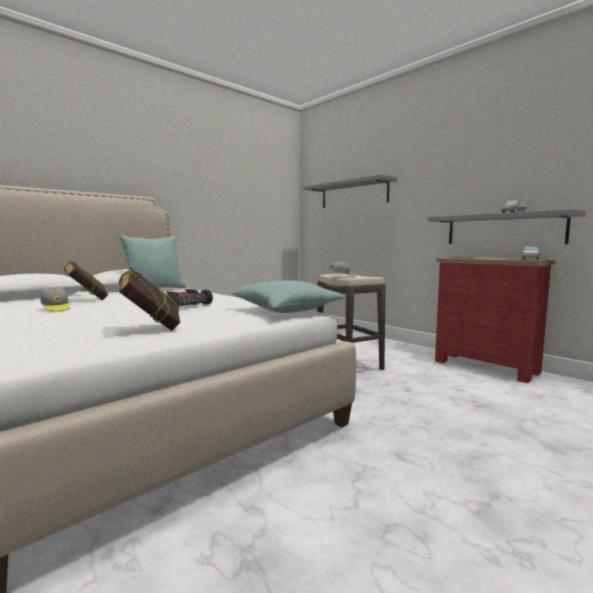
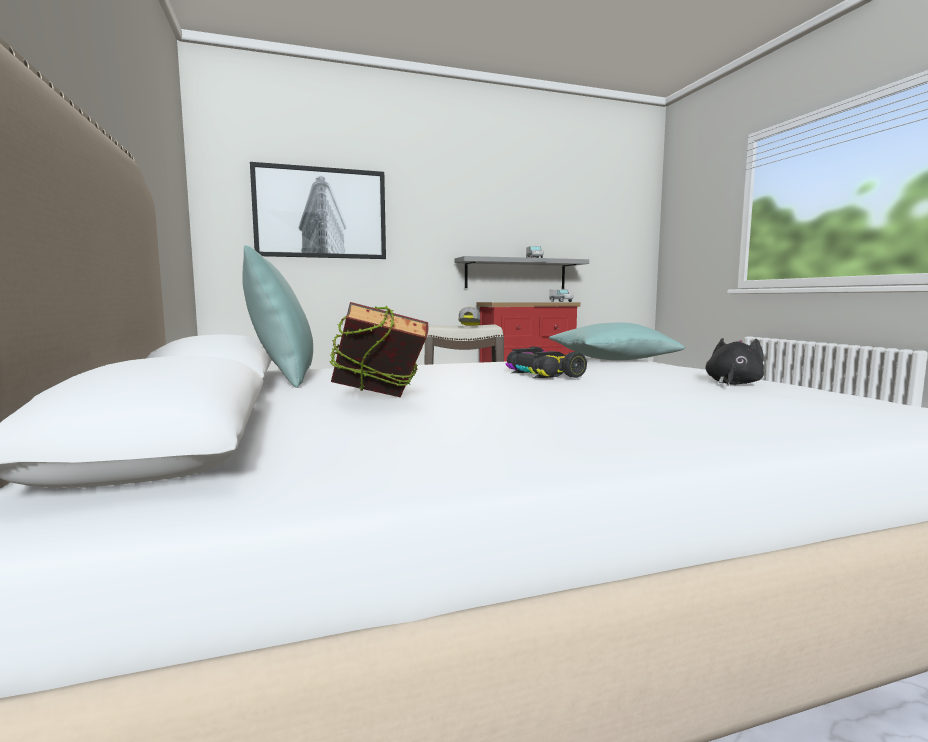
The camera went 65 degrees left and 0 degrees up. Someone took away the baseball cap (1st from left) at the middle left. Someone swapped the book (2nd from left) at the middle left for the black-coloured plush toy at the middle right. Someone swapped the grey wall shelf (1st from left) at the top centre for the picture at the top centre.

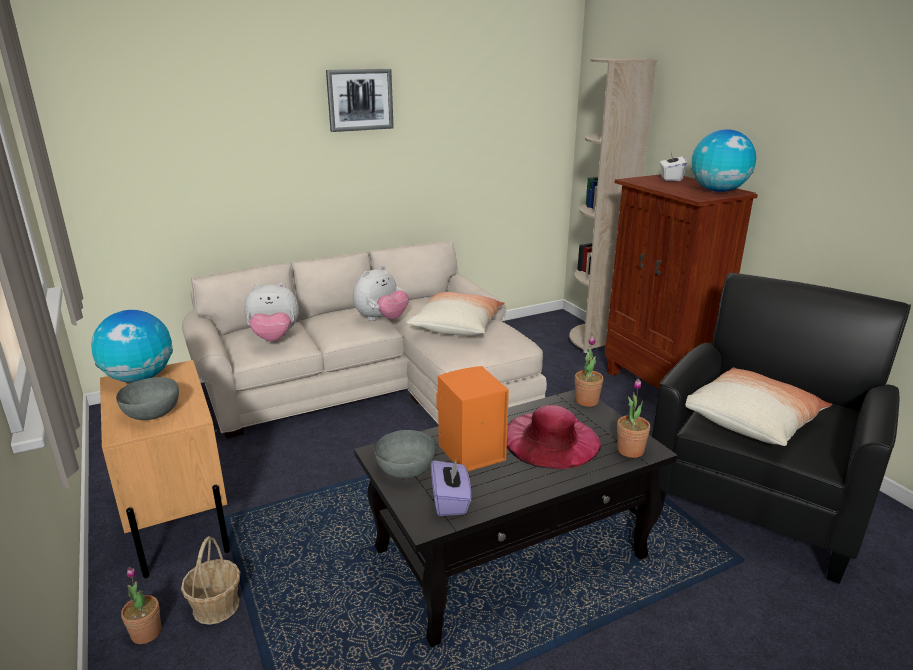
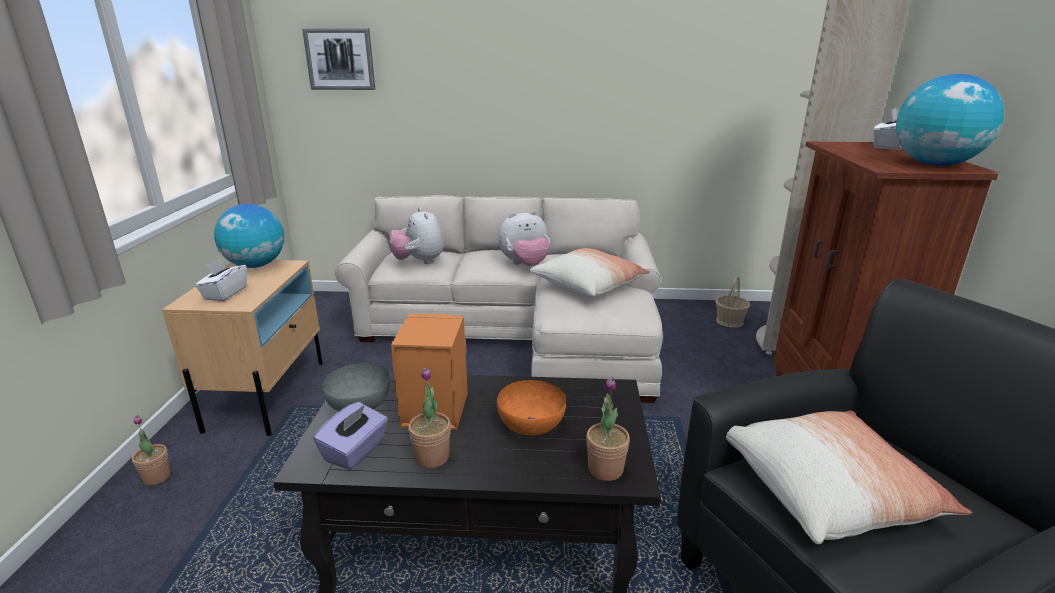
The camera went 30 degrees right and 0 degrees up. Someone swapped the grey serving bowl (1st from left) at the middle left for the whitish tissue box (1st from left) at the middle left. Someone carried the basket from the bottom left to the middle right. Someone rotated the plush toy (1st from left) at the middle left by 45 degrees clockwise. Someone carried the picture from the top centre to the top left. Someone swapped the pink-coloured wearable hat at the centre for the orangey serving bowl at the bottom centre. Someone carried the plant in a pot (2nd from left) from the centre to the bottom centre.

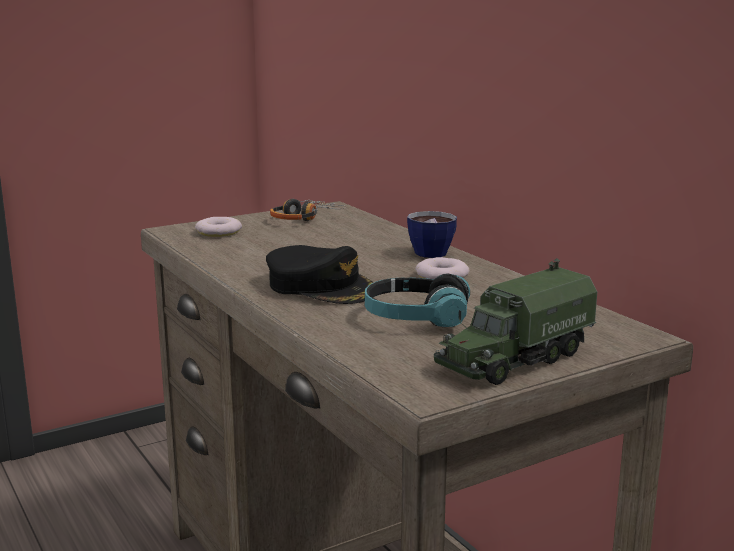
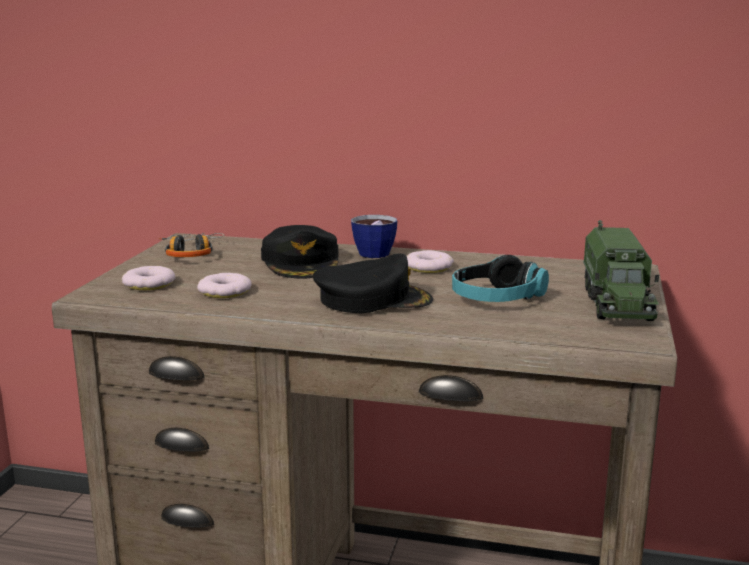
The camera went 45 degrees left and 0 degrees up. Someone put down the donut (2nd from left) at the middle left. Someone put down the black-coloured baseball cap (1st from left) at the centre.

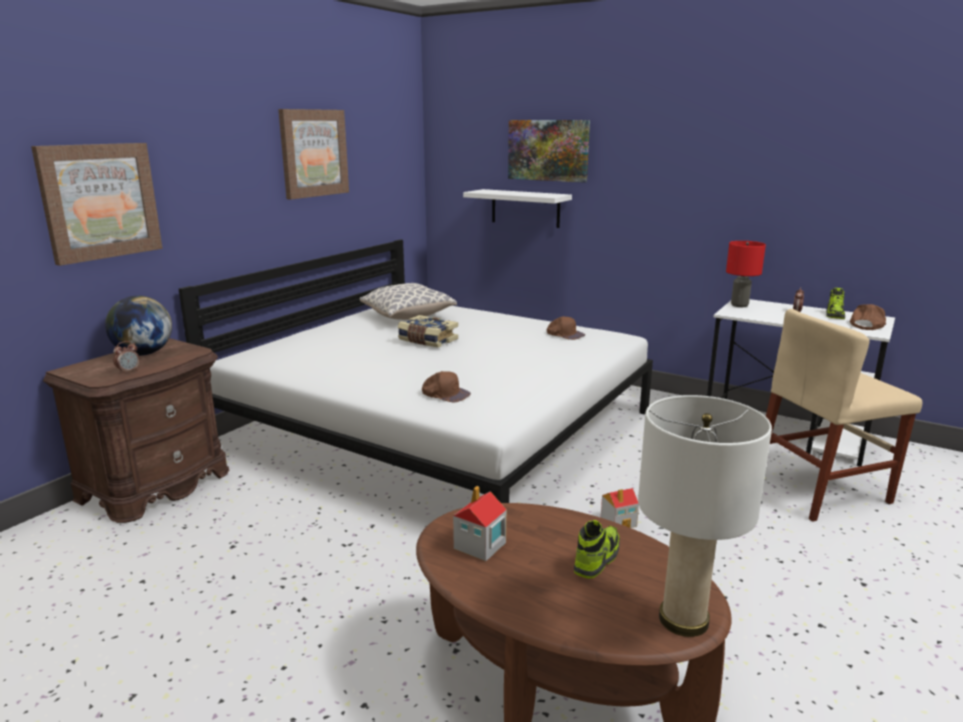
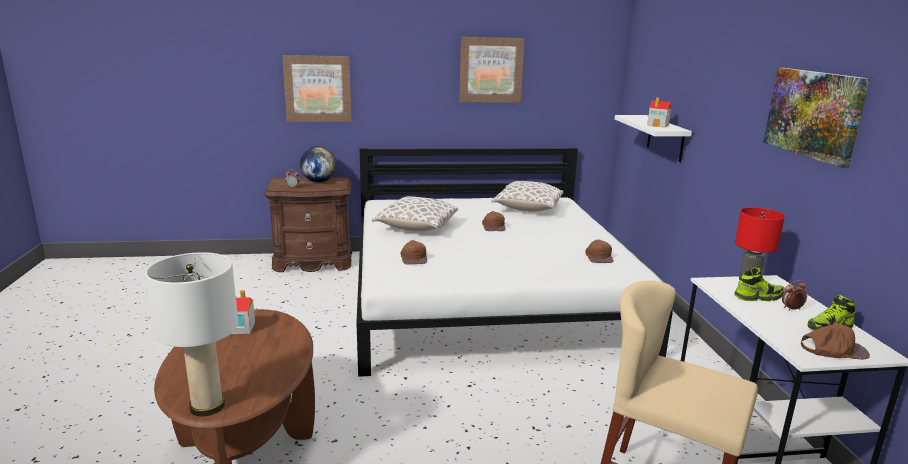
The camera went 50 degrees right and 0 degrees up. Someone swapped the book at the centre for the brown baseball cap (2nd from left) at the centre. Someone carried the picture (3rd from left) from the top centre to the top right. Someone carried the item of footwear (1st from left) from the bottom centre to the middle right. Someone carried the model house (2nd from left) from the bottom centre to the top right. Someone put down the cushion (1st from left) at the centre.

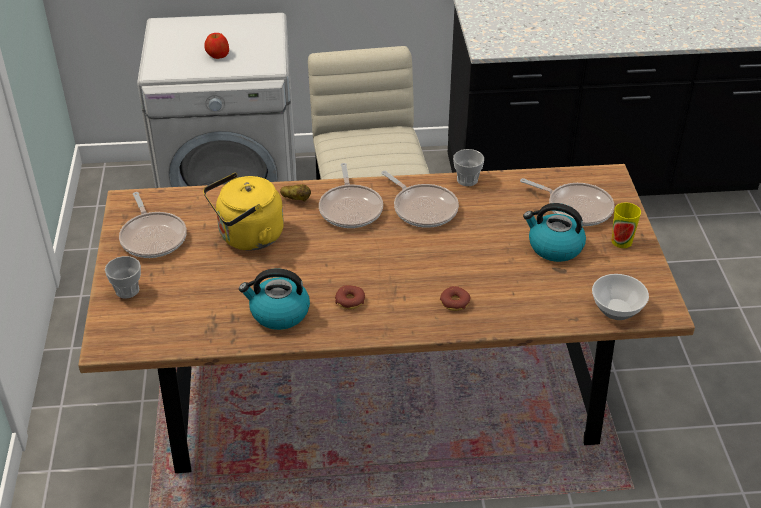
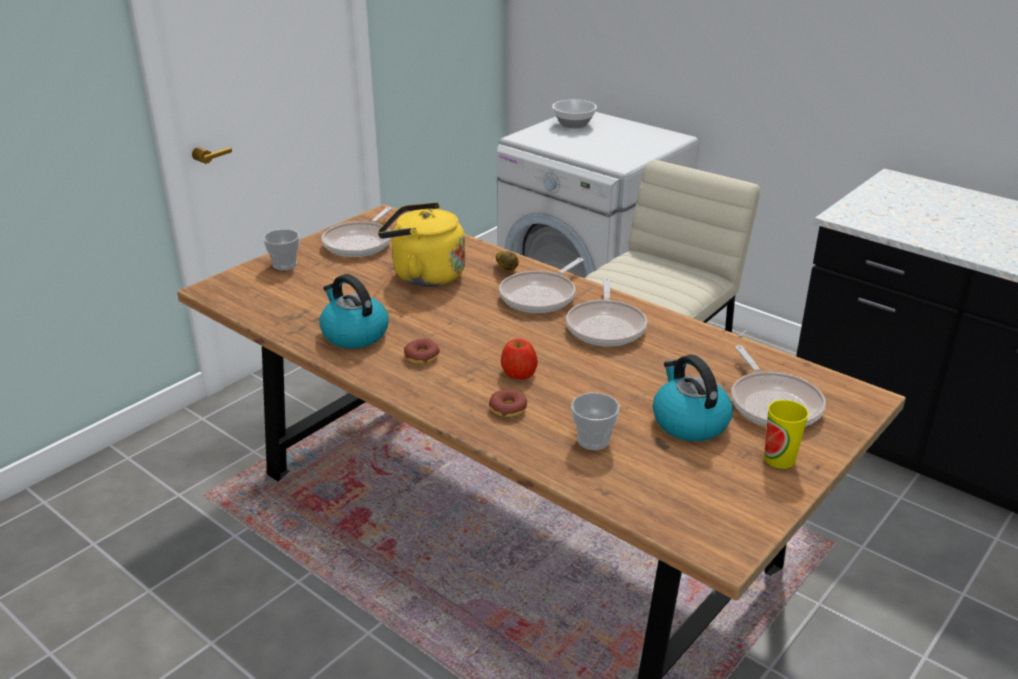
The camera went 45 degrees right and 10 degrees down. Someone carried the apple from the top left to the centre. Someone carried the drinking cup (2nd from left) from the top centre to the centre. Someone carried the serving bowl from the middle right to the top centre.

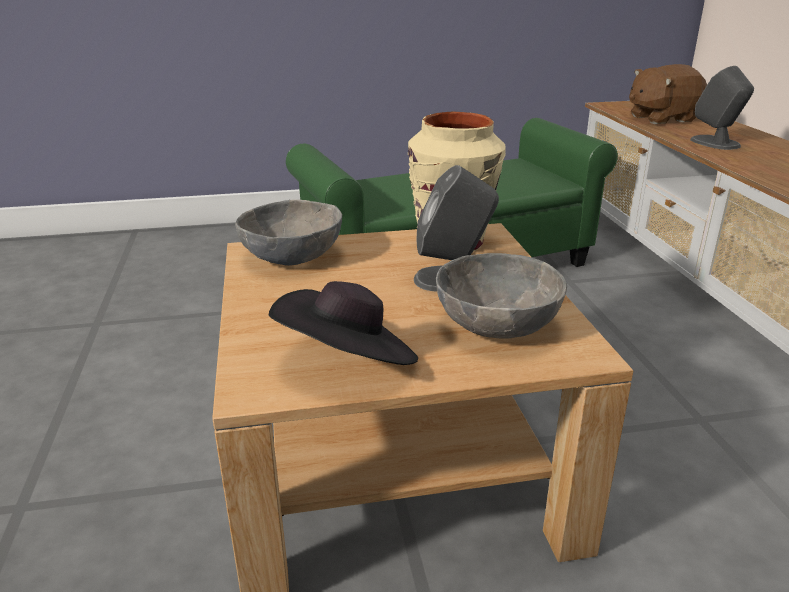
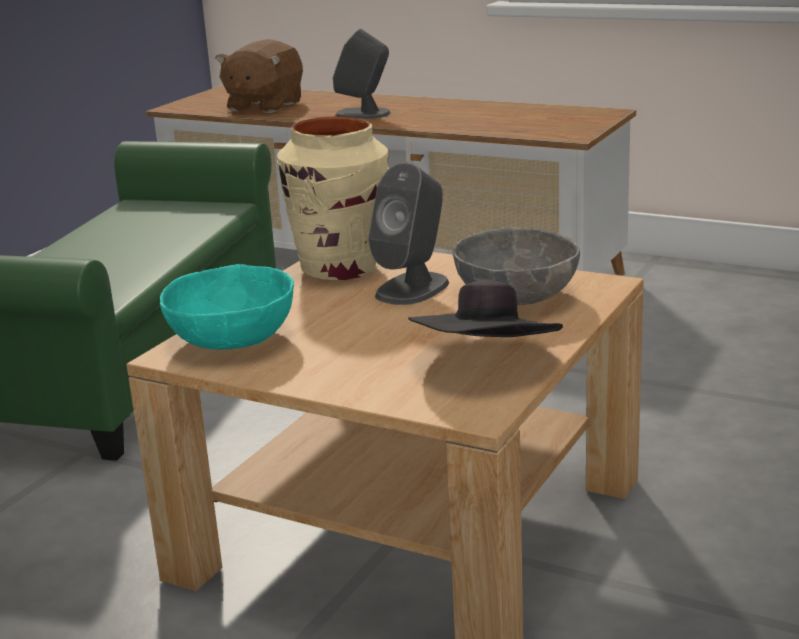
The camera went 50 degrees left and 5 degrees down. Someone repainted the grey serving bowl (1st from left) at the centre, which became the turquoise serving bowl at the middle left.

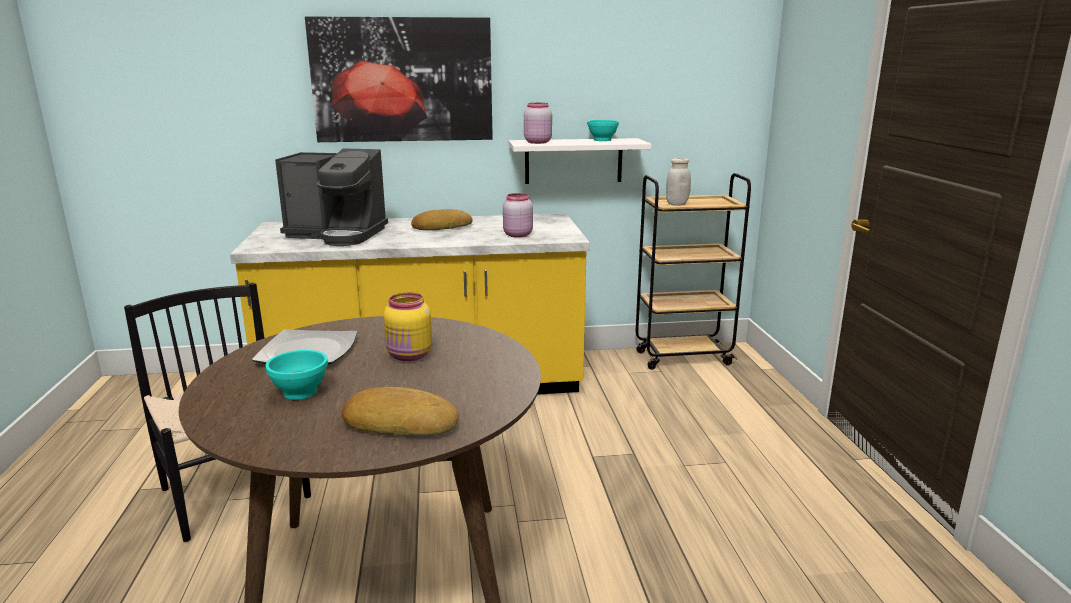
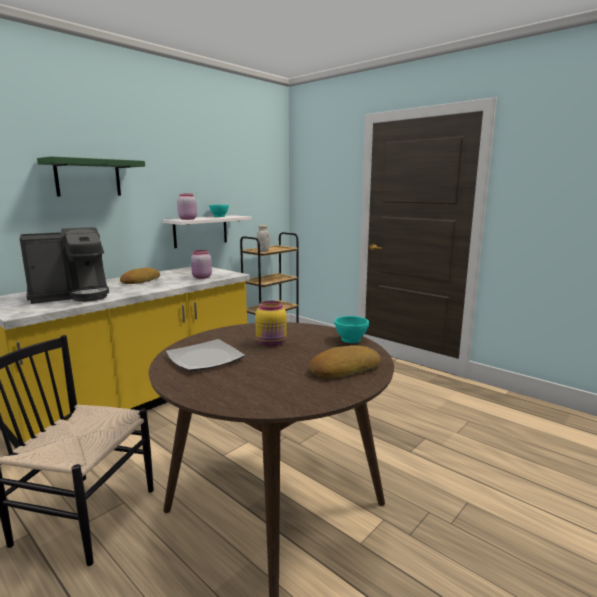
The camera went 40 degrees left and 5 degrees down. Someone carried the turquoise serving bowl (1st from left in the first image) from the middle left to the centre. Someone swapped the picture at the top centre for the green wall shelf at the top left.

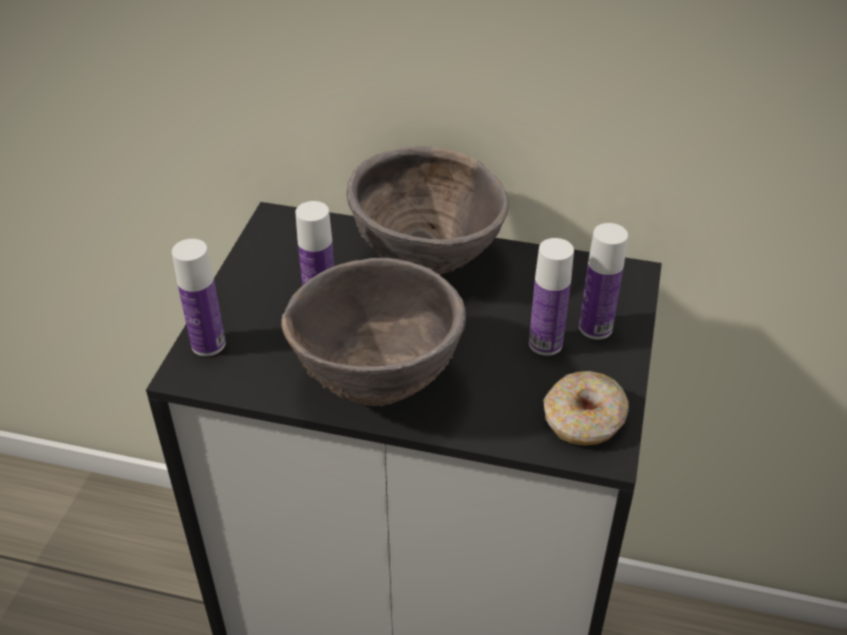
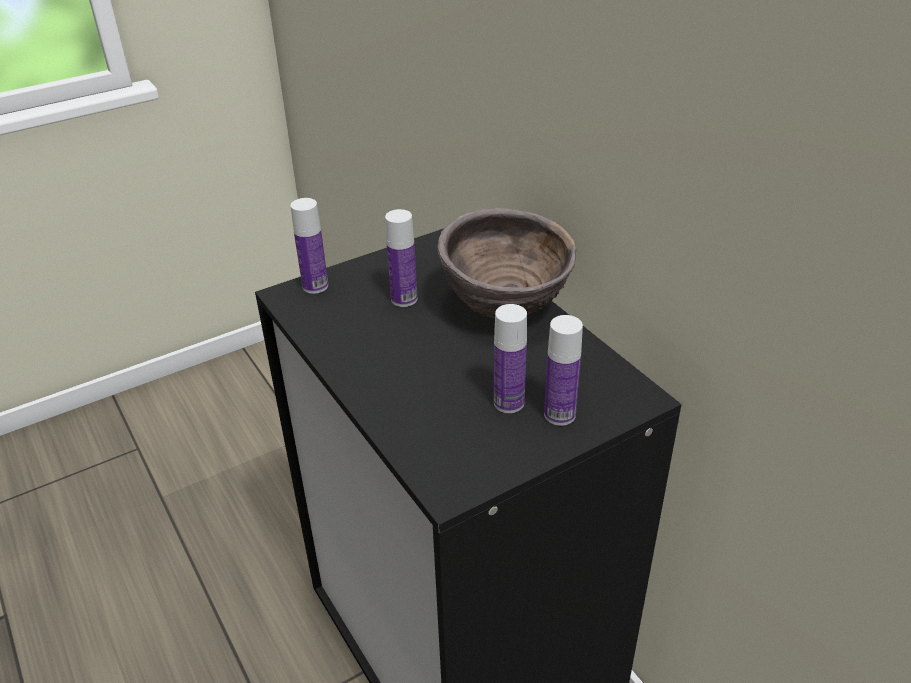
The camera went 45 degrees right and 5 degrees down. Someone took away the brown serving bowl (1st from left) at the centre. Someone took away the donut at the middle right.

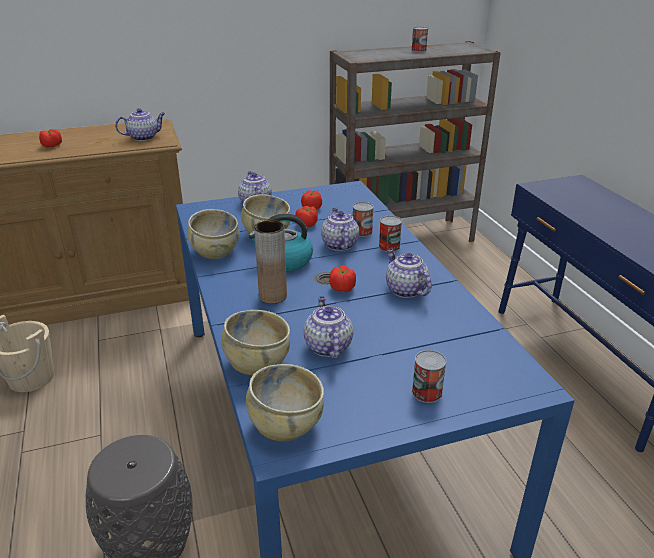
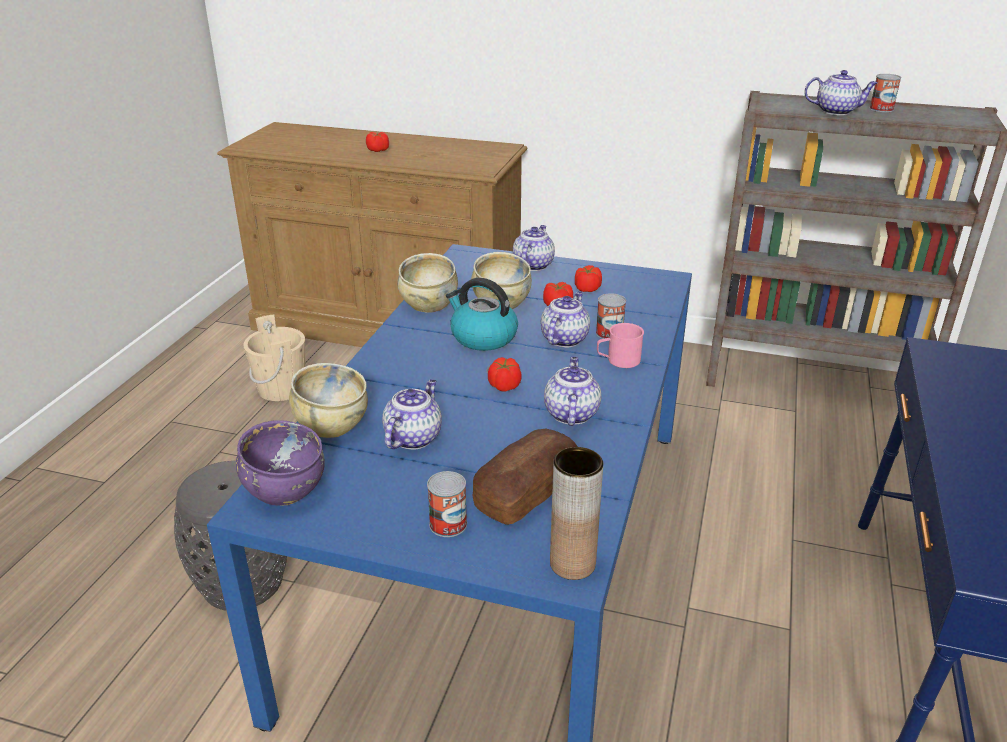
The camera went 35 degrees right and 0 degrees up. Someone carried the teapot (1st from left in the first image) from the top left to the top right. Someone repainted the beige-coloured serving bowl (4th from left) at the bottom centre, which became the purple serving bowl at the middle left. Someone carried the brown vase from the centre to the bottom centre. Someone swapped the metal can (2nd from left) at the centre for the pink-coloured tea mug at the centre. Someone put down the bakery bread at the centre.

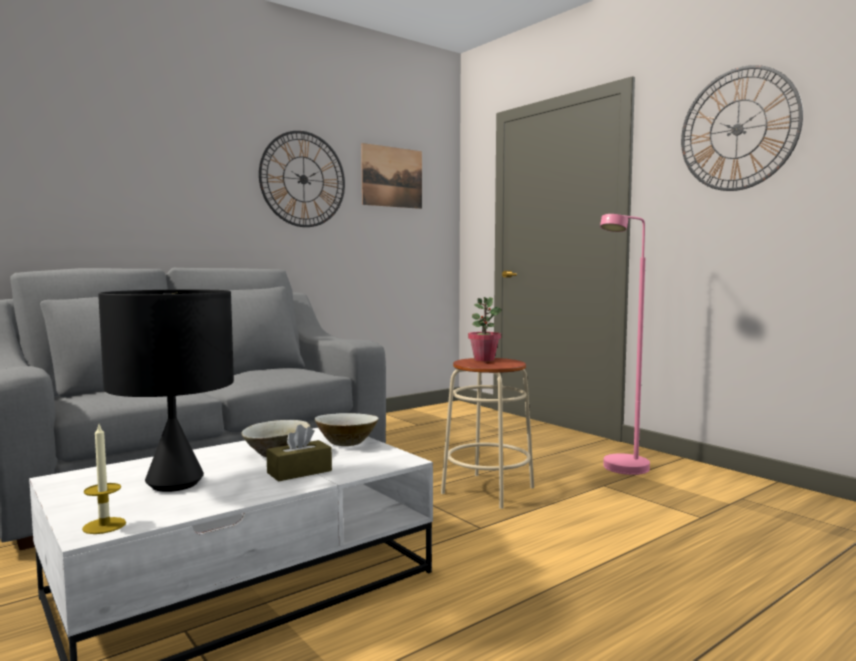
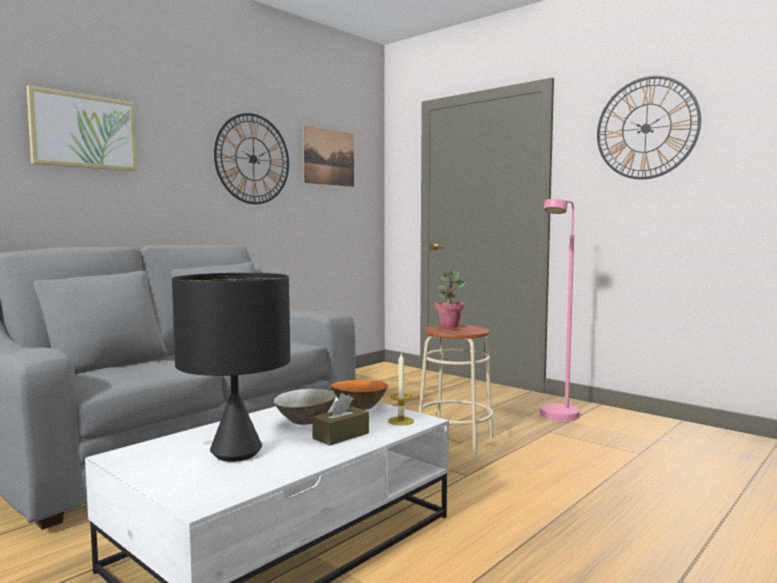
The camera went 10 degrees left and 0 degrees up. Someone carried the wax light from the bottom left to the bottom centre. Someone repainted the beige-coloured serving bowl (2nd from left) at the centre, which became the orangey serving bowl at the bottom centre. Someone put up the picture (1st from left) at the top left.

